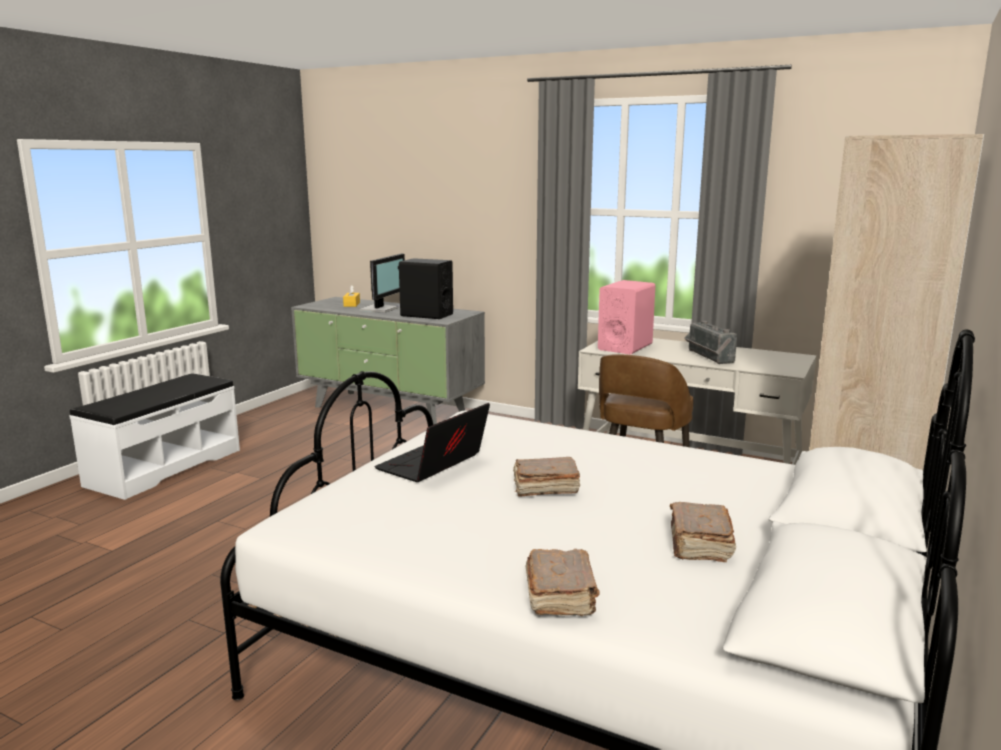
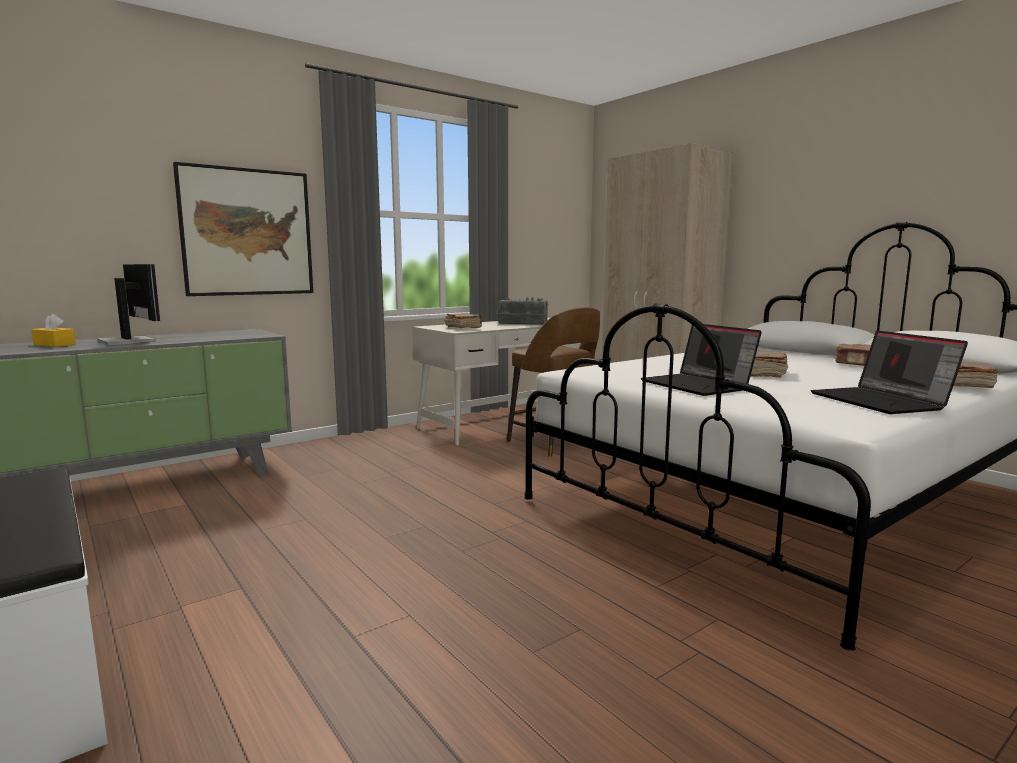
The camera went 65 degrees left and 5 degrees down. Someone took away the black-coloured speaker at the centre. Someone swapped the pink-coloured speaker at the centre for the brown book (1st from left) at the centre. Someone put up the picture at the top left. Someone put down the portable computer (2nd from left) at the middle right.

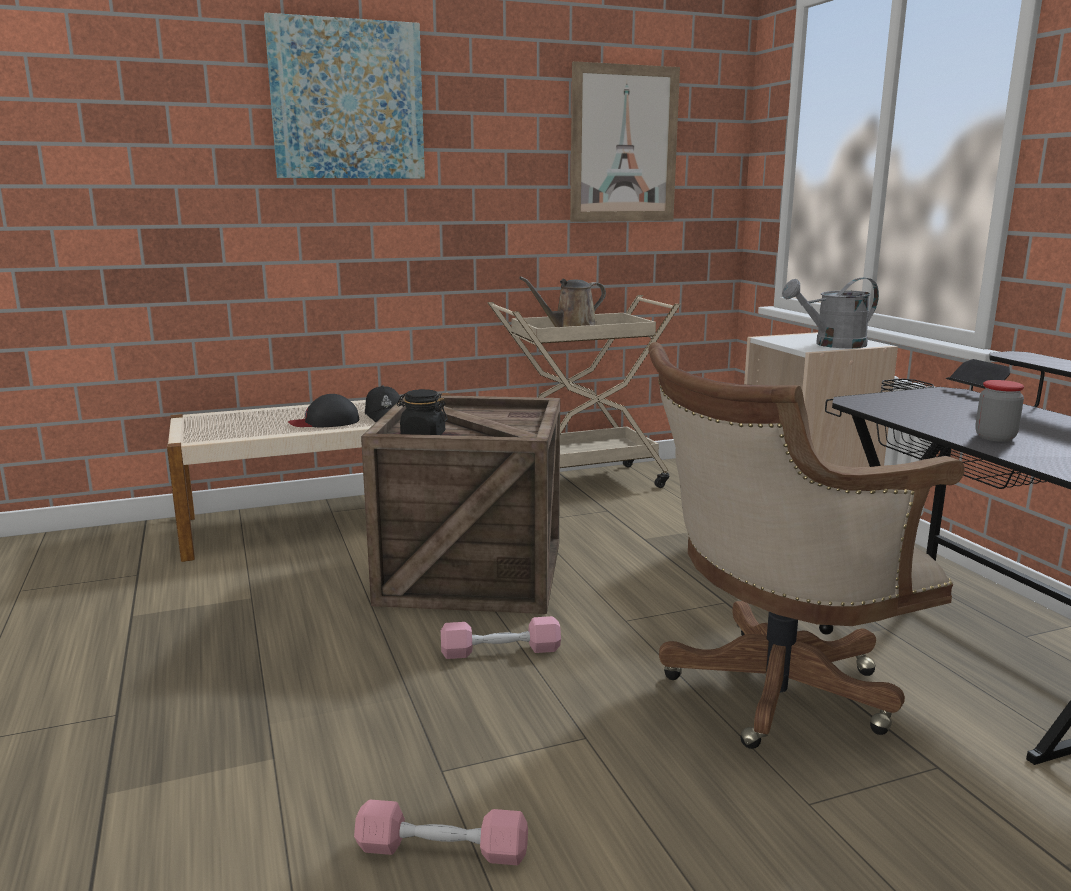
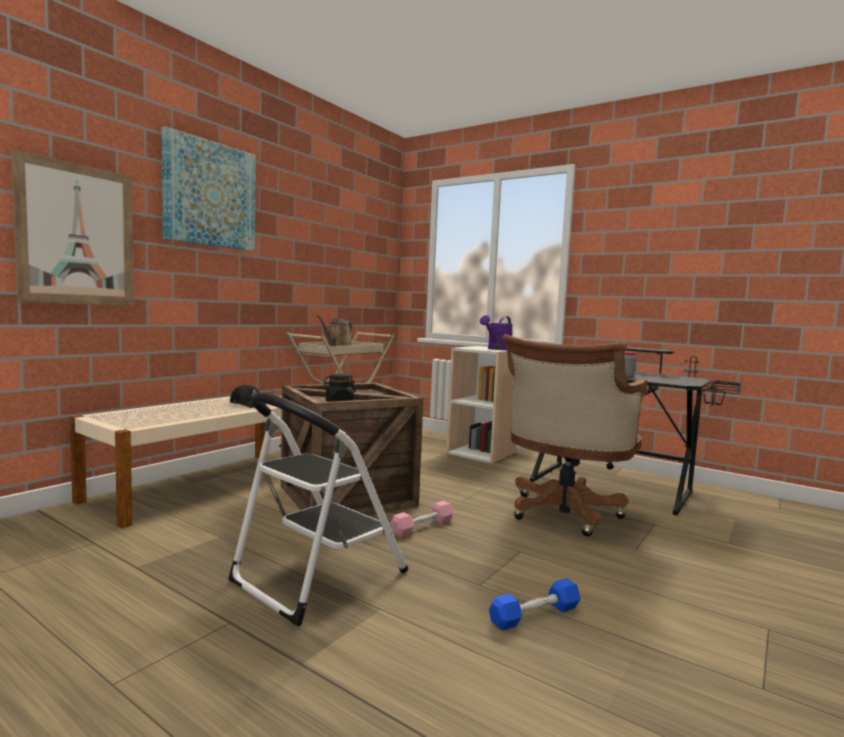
The camera went 35 degrees left and 10 degrees down. Someone took away the black-coloured baseball cap (1st from left) at the middle left. Someone repainted the pink-coloured hand weight (1st from left) at the bottom centre, which became the blue-coloured hand weight at the bottom centre. Someone carried the picture (2nd from left in the first image) from the top centre to the top left. Someone repainted the grey sprinkling can at the middle right, which became the purple sprinkling can at the centre. Someone put down the step stool at the bottom centre.

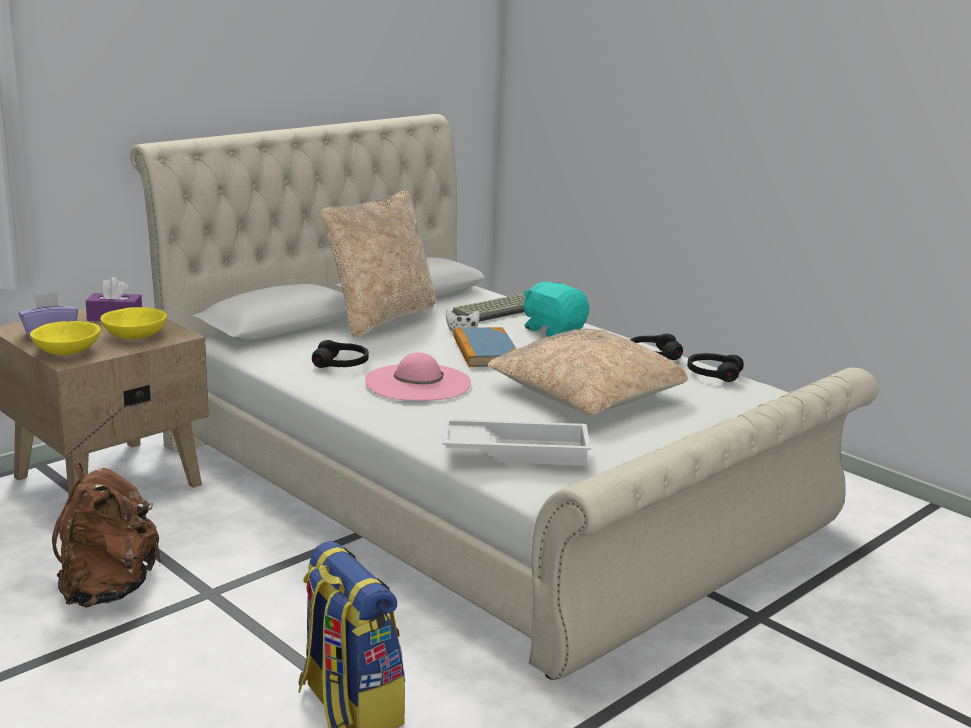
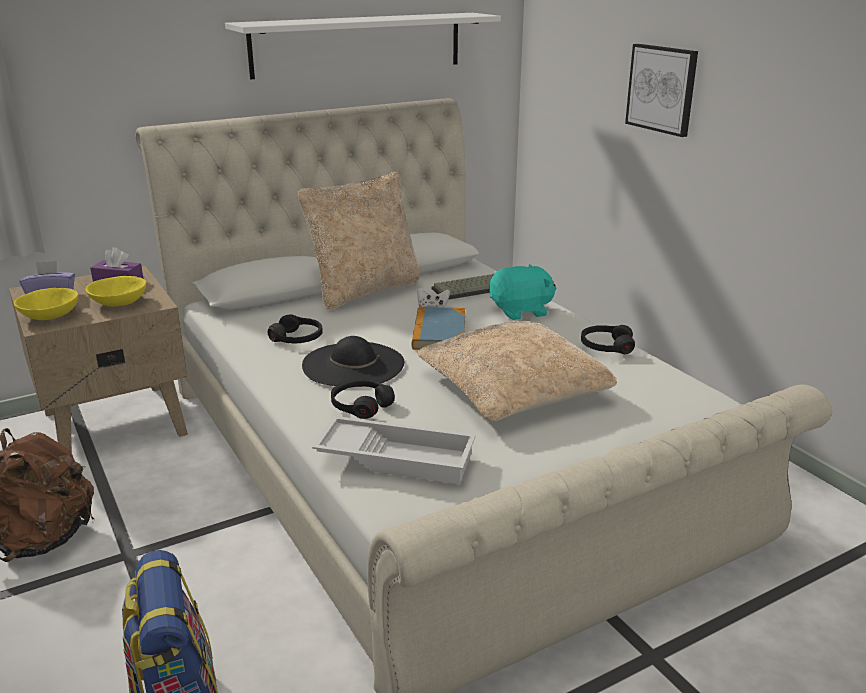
The camera went 15 degrees right and 5 degrees up. Someone repainted the pink-coloured wearable hat at the centre, which became the black-coloured wearable hat at the centre. Someone rotated the turquoise plush toy at the centre by 105 degrees clockwise. Someone carried the black-coloured headphones (3rd from left in the first image) from the middle right to the centre. Someone put up the whitish wall shelf at the top centre. Someone put up the picture at the top right.

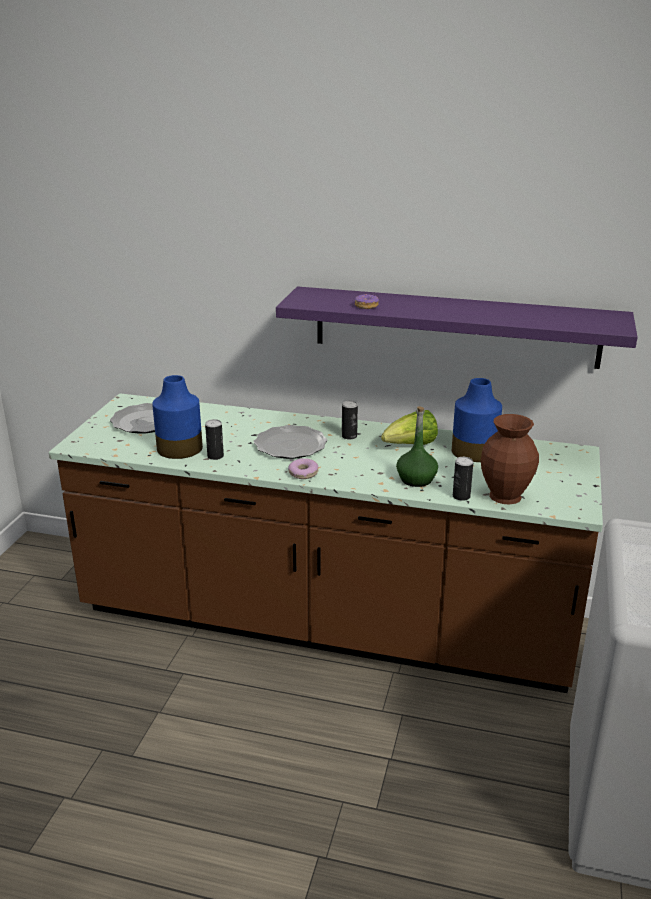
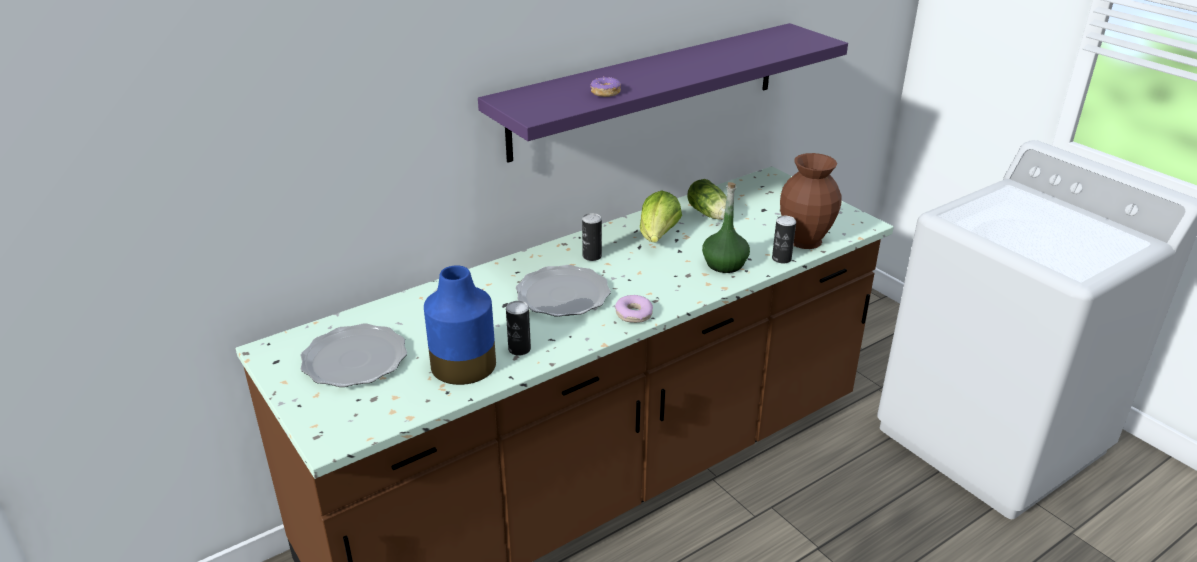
The camera went 50 degrees left and 5 degrees up. Someone swapped the blue-coloured vase (2nd from left) at the middle right for the head of lettuce (2nd from left) at the centre.

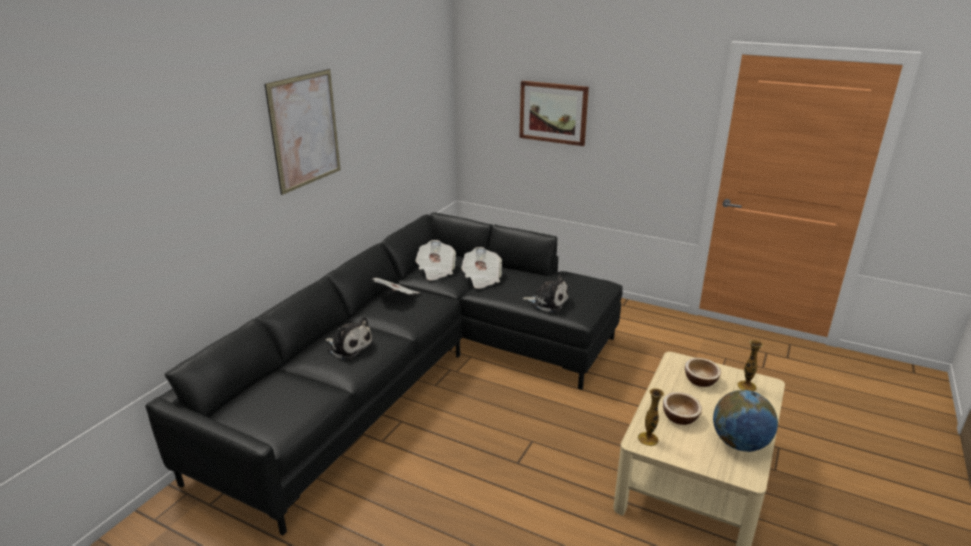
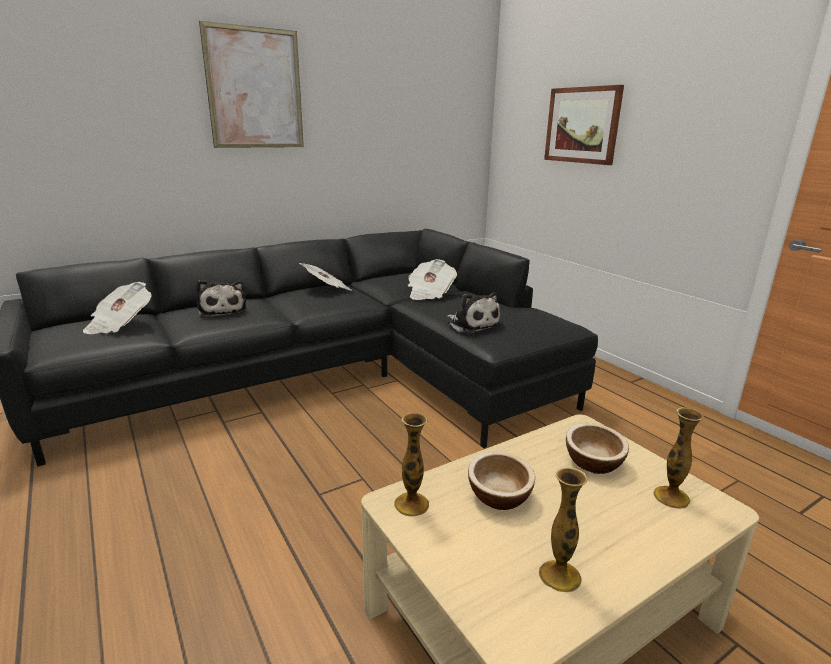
The camera went 30 degrees right and 5 degrees down. Someone carried the printed paper (2nd from left in the first image) from the centre to the middle left. Someone swapped the globe at the bottom right for the vase (2nd from left) at the bottom right.

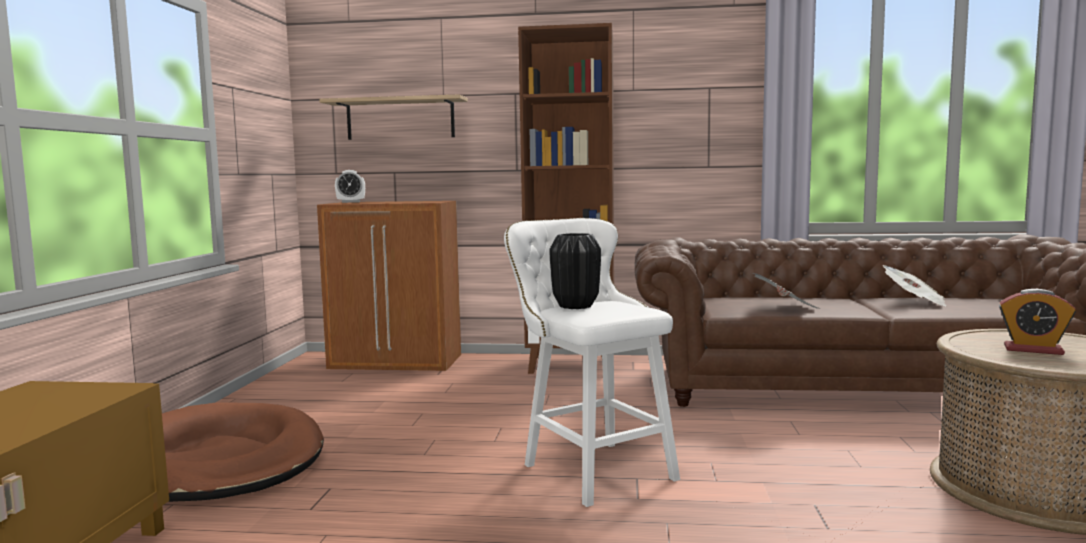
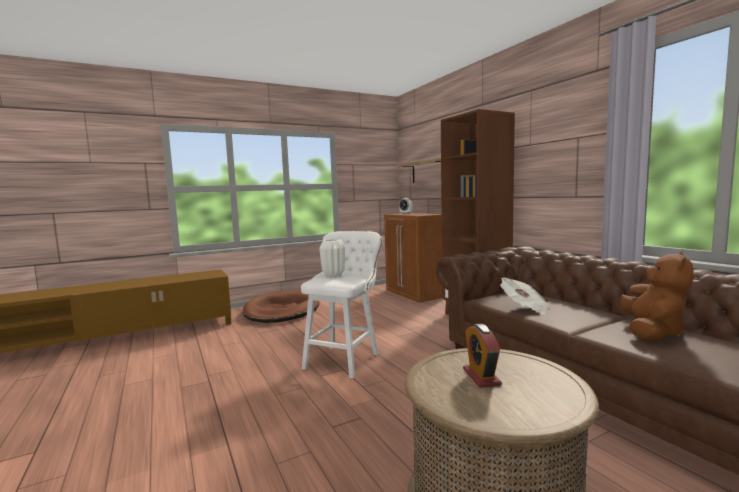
The camera went 55 degrees right and 0 degrees up. Someone repainted the black-coloured vase at the centre, which became the whitish vase at the centre. Someone swapped the printed paper (2nd from left) at the middle right for the brown plush toy at the middle right.

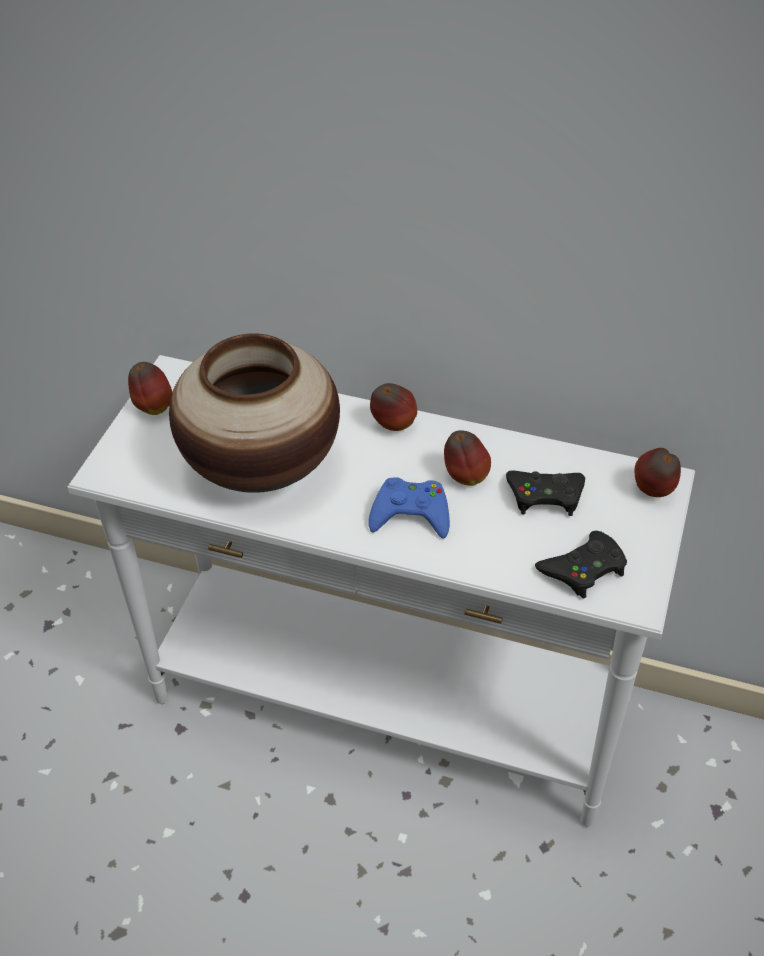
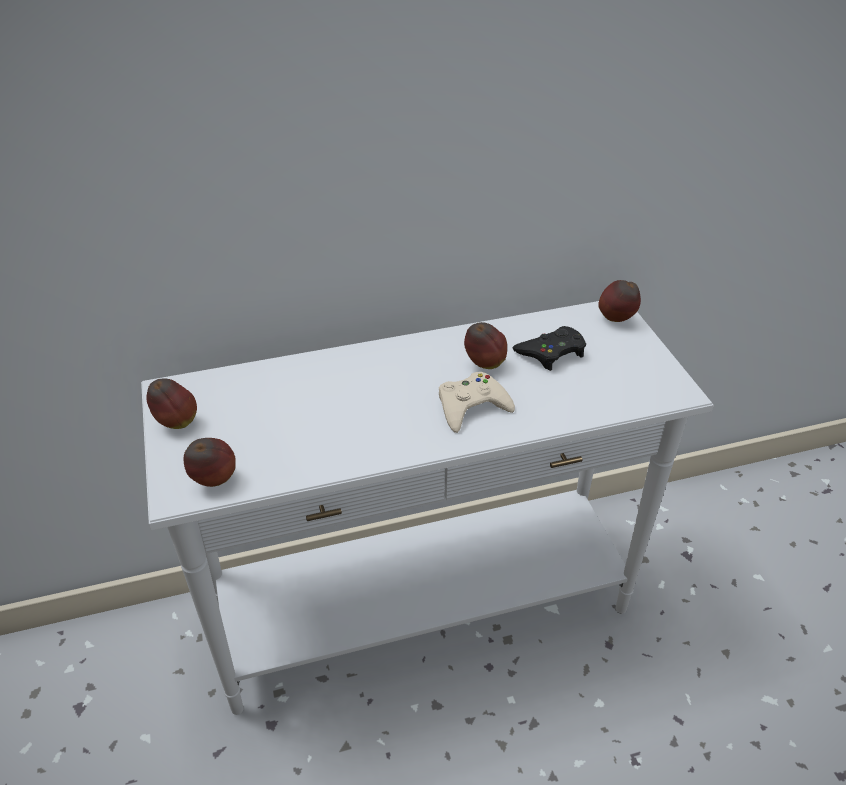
The camera went 35 degrees left and 5 degrees down. Someone took away the vase at the middle left. Someone repainted the blue-coloured game controller at the centre, which became the beige-coloured game controller at the centre. Someone carried the apple (2nd from left) from the centre to the middle left. Someone took away the black-coloured game controller (2nd from left) at the middle right.

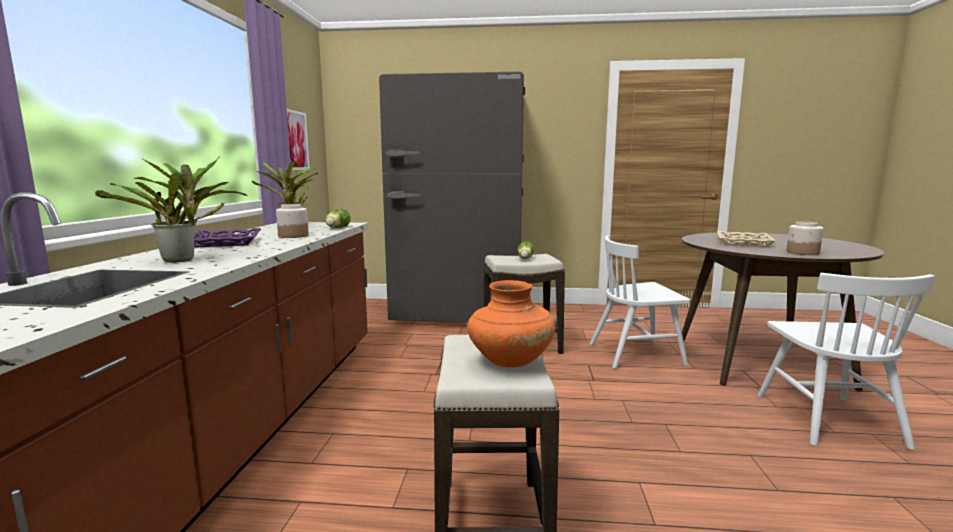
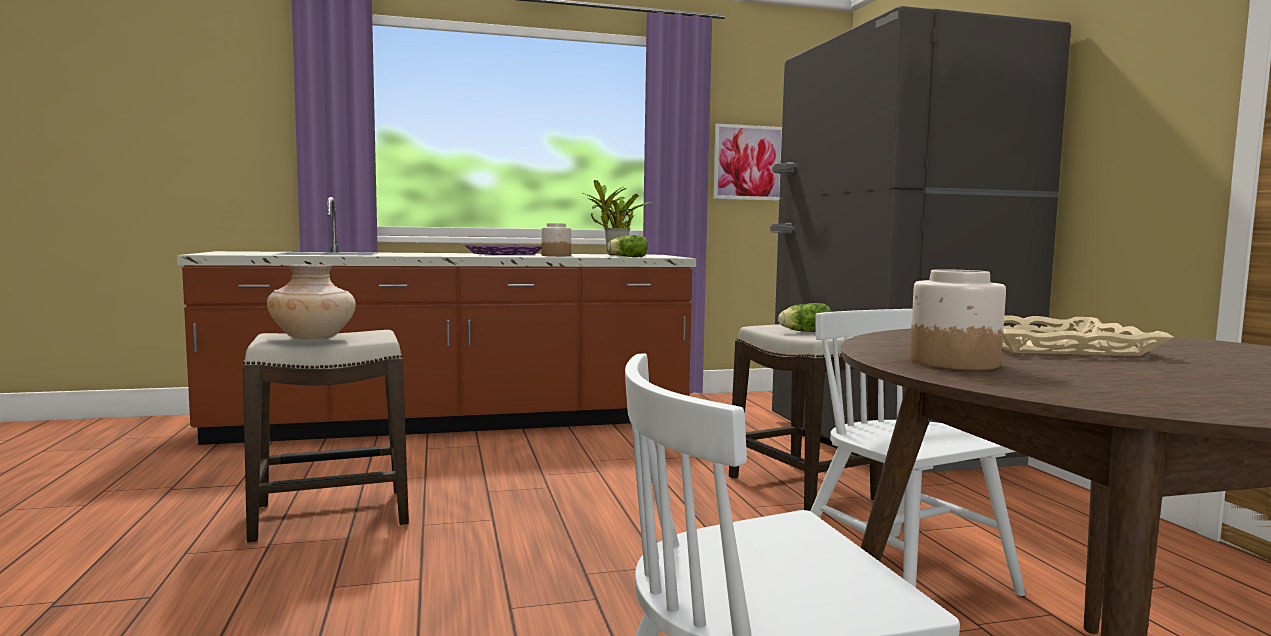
The camera went 70 degrees right and 5 degrees down. Someone took away the plant in a pot (1st from left) at the middle left. Someone repainted the orangey vase at the centre, which became the beige-coloured vase at the middle left.

